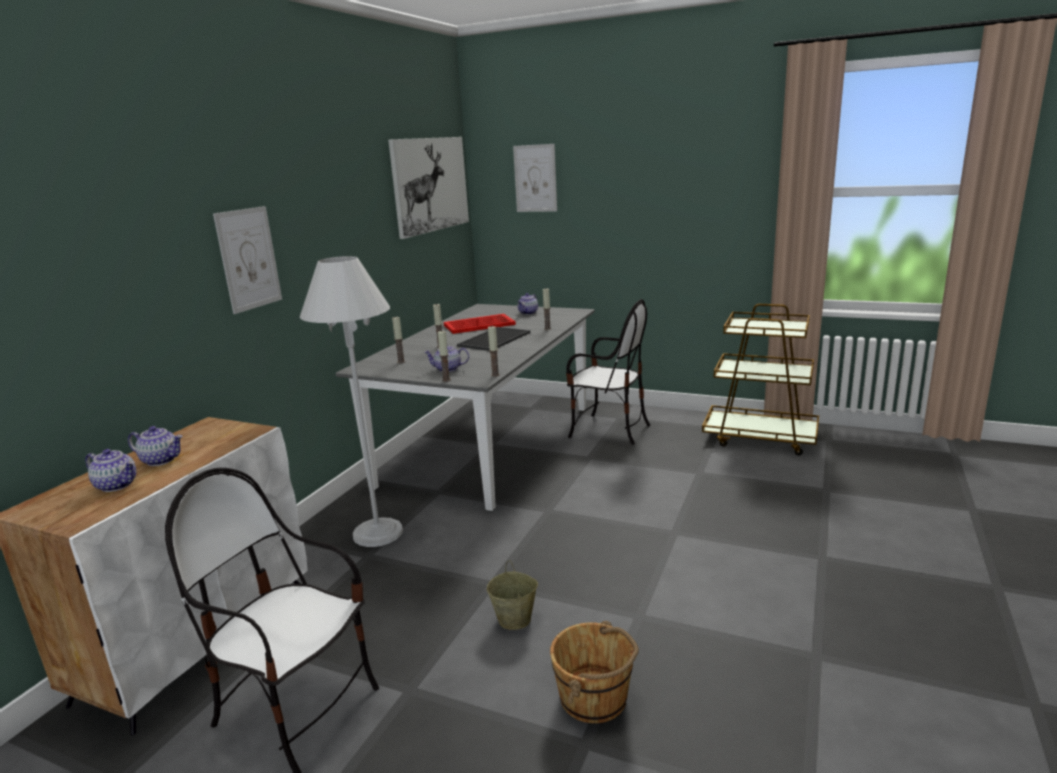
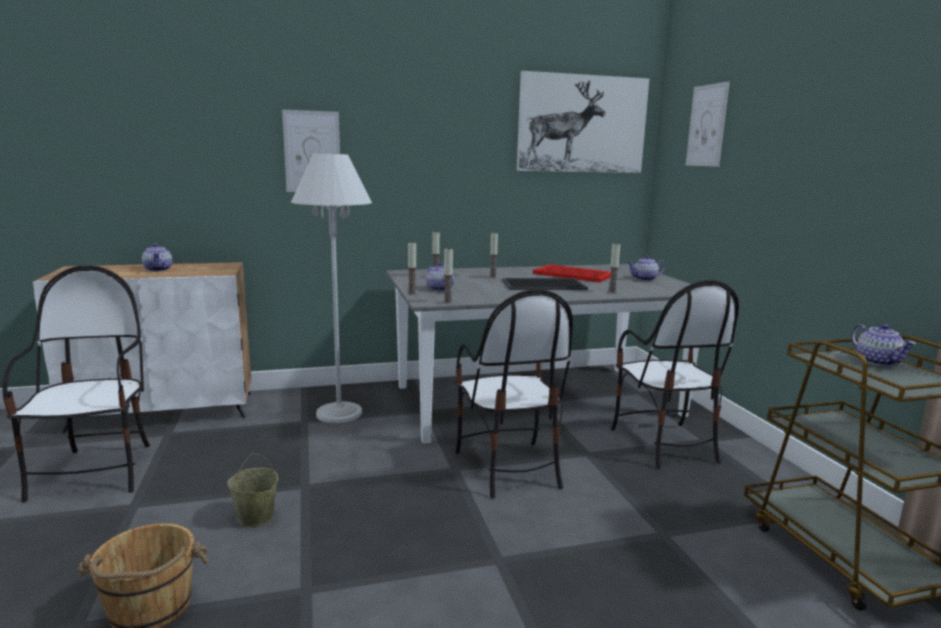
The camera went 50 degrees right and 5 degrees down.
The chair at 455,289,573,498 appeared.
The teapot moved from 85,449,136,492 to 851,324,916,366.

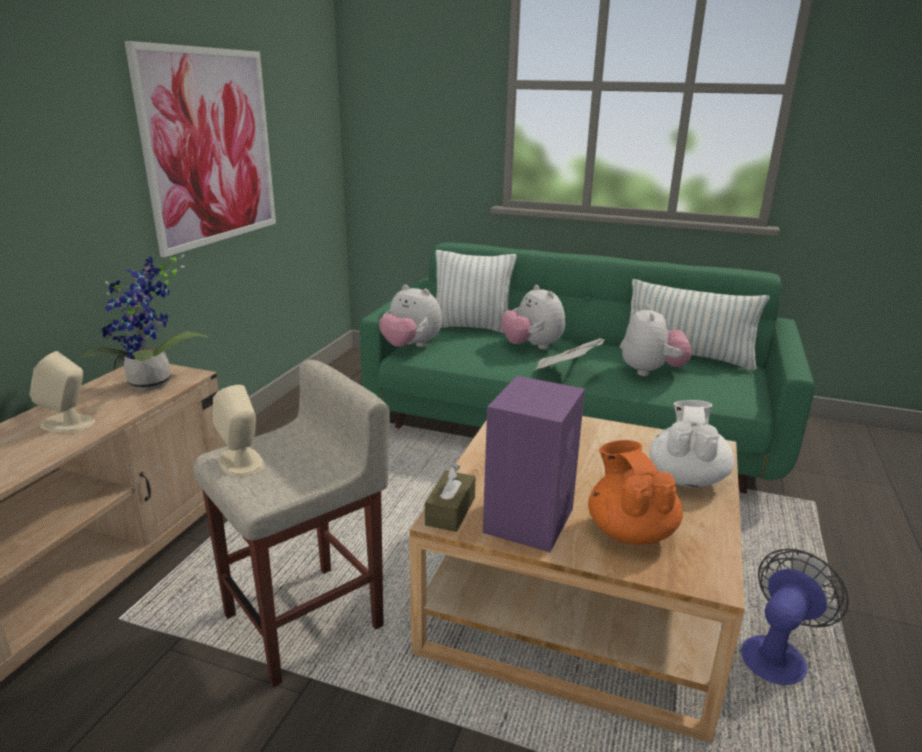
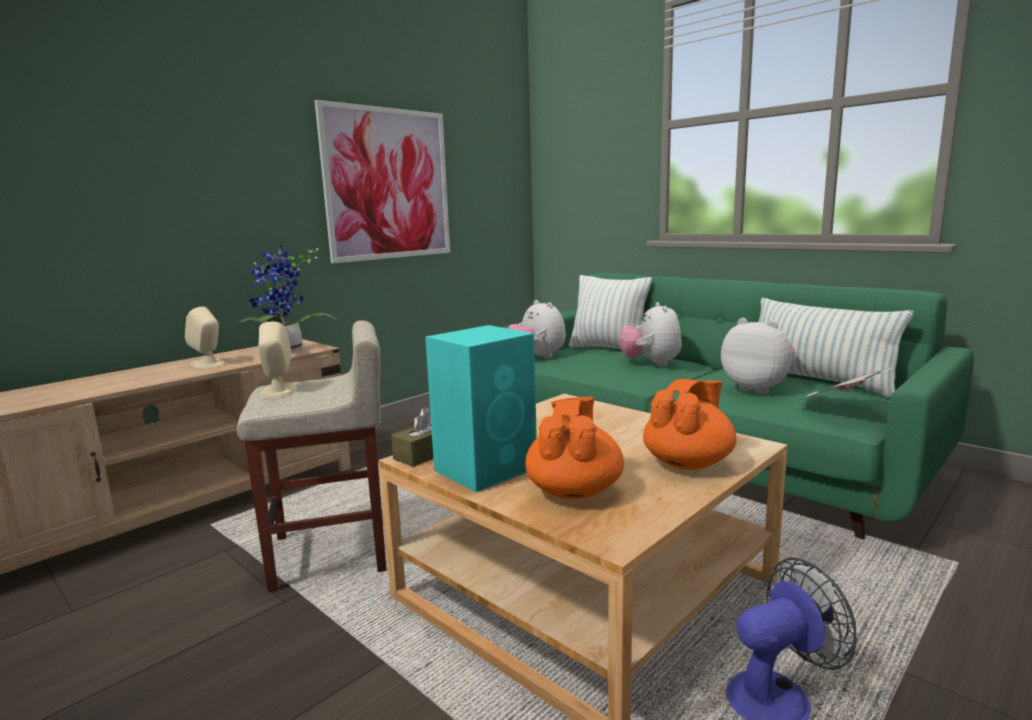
The camera went 25 degrees right and 10 degrees down.
The purple speaker at 483,376,585,552 became the turquoise speaker at 425,325,537,492.
The white teapot at 649,400,734,487 became the orange teapot at 643,379,737,470.
The plush toy at 622,304,691,376 turned 75 degrees counterclockwise.
The newspaper moved from 535,338,604,370 to 797,366,894,401.

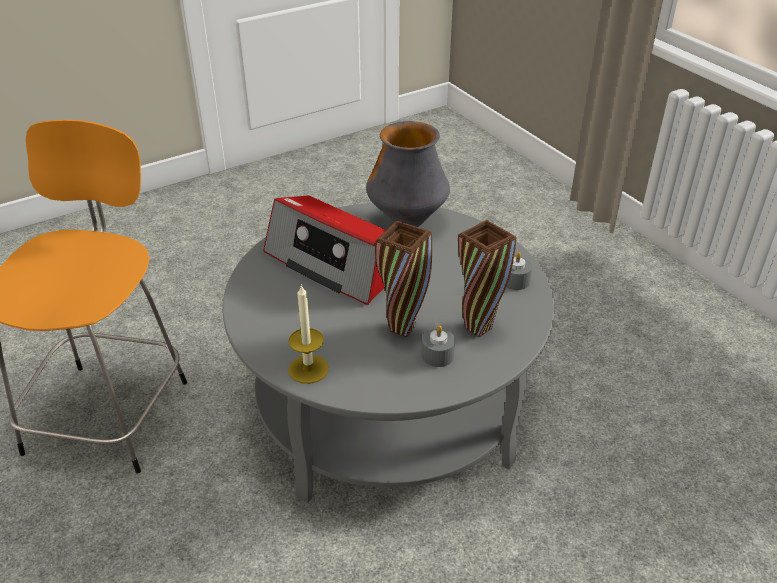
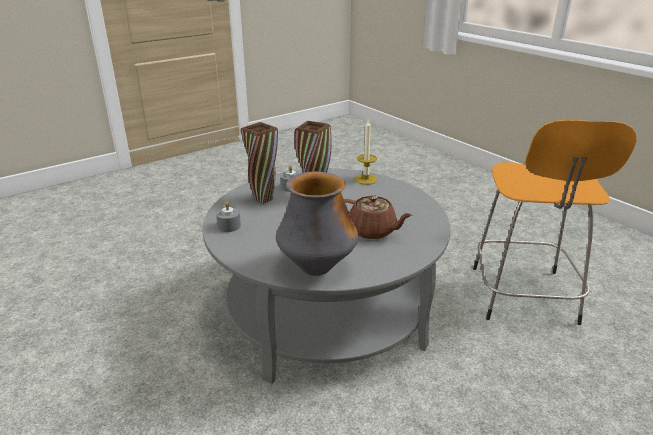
The camera went 175 degrees right and 10 degrees down.
The radio at 263,195,386,305 was replaced by the brown teapot at 344,195,412,239.

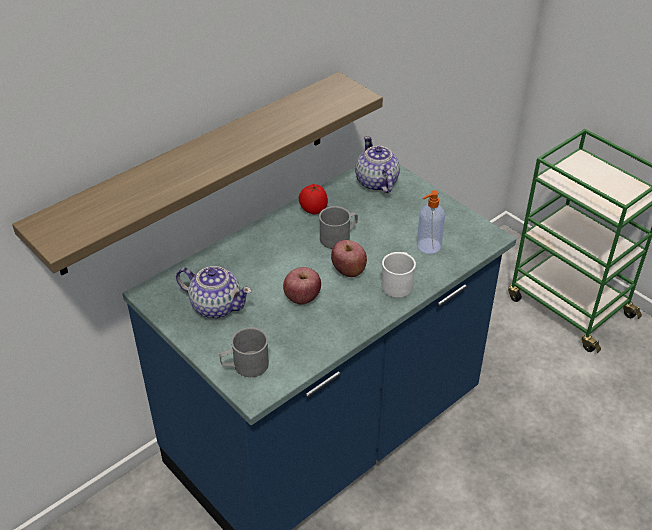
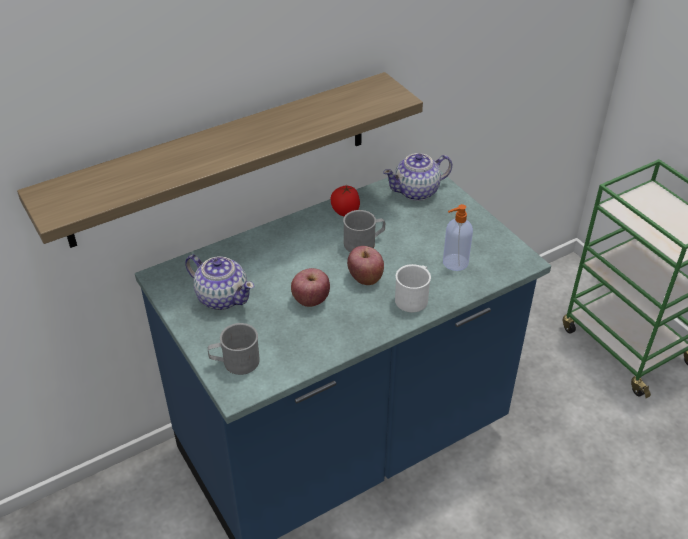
The camera went 10 degrees right and 0 degrees up.
The teapot at 355,136,400,193 turned 105 degrees counterclockwise.

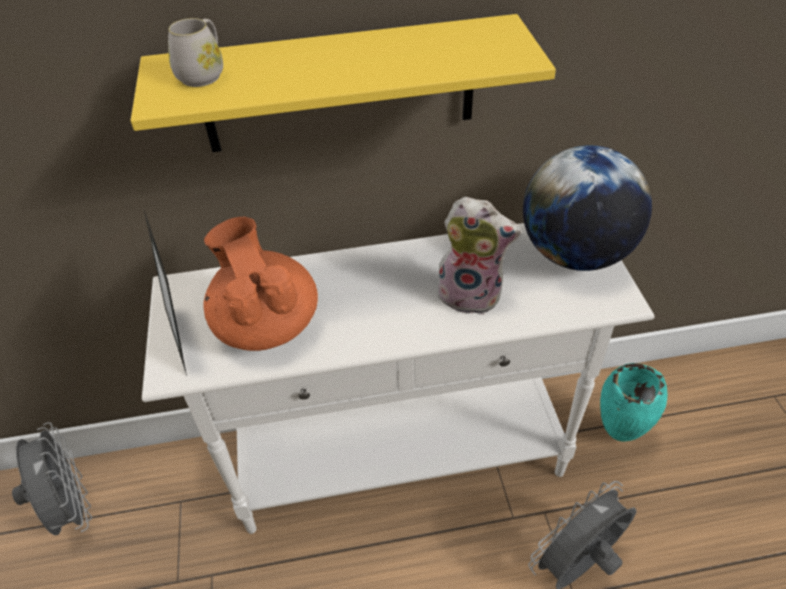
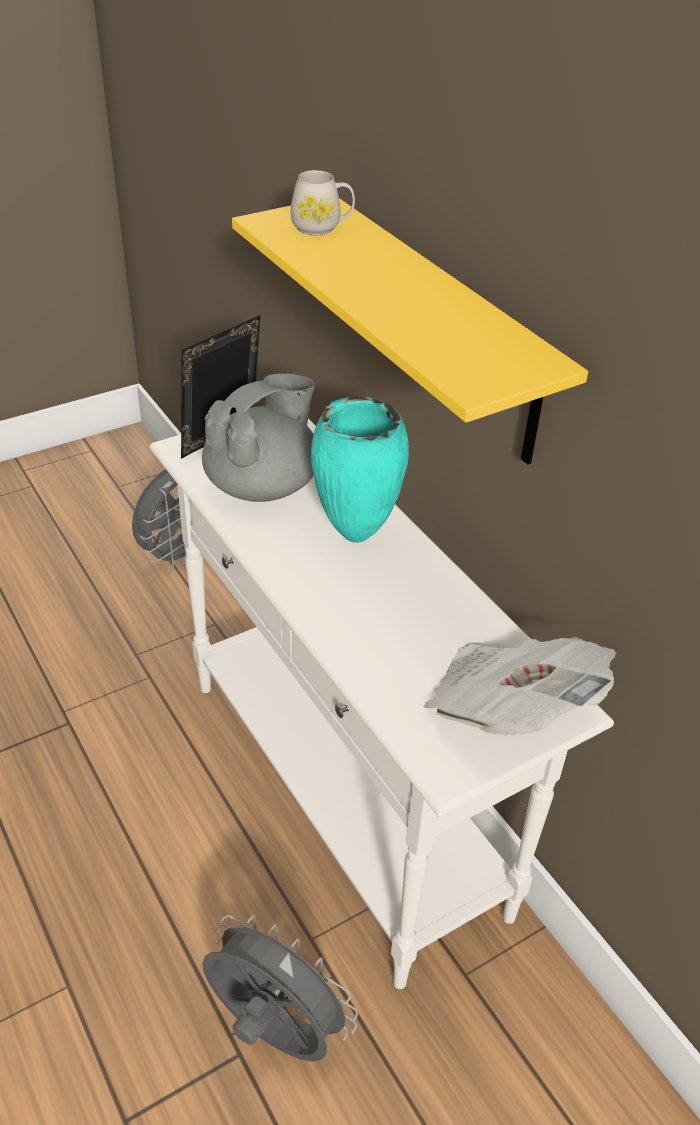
The camera went 65 degrees right and 5 degrees down.
The orange teapot at 203,217,318,351 became the grey teapot at 202,373,315,502.
The turquoise vase moved from 600,363,668,442 to 311,397,409,543.
The globe at 523,145,652,271 was replaced by the newspaper at 424,637,617,735.
The plush toy at 437,197,521,315 disappeared.

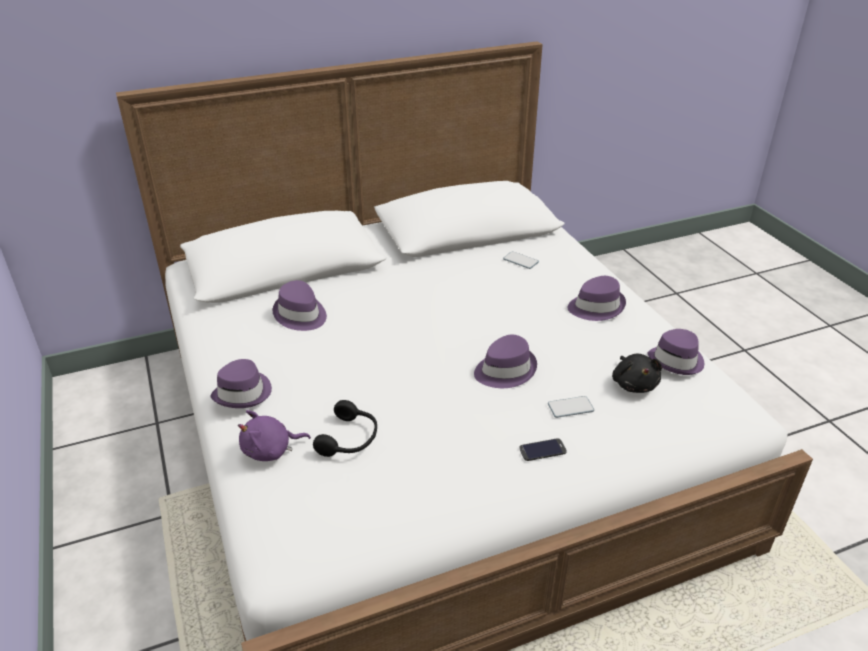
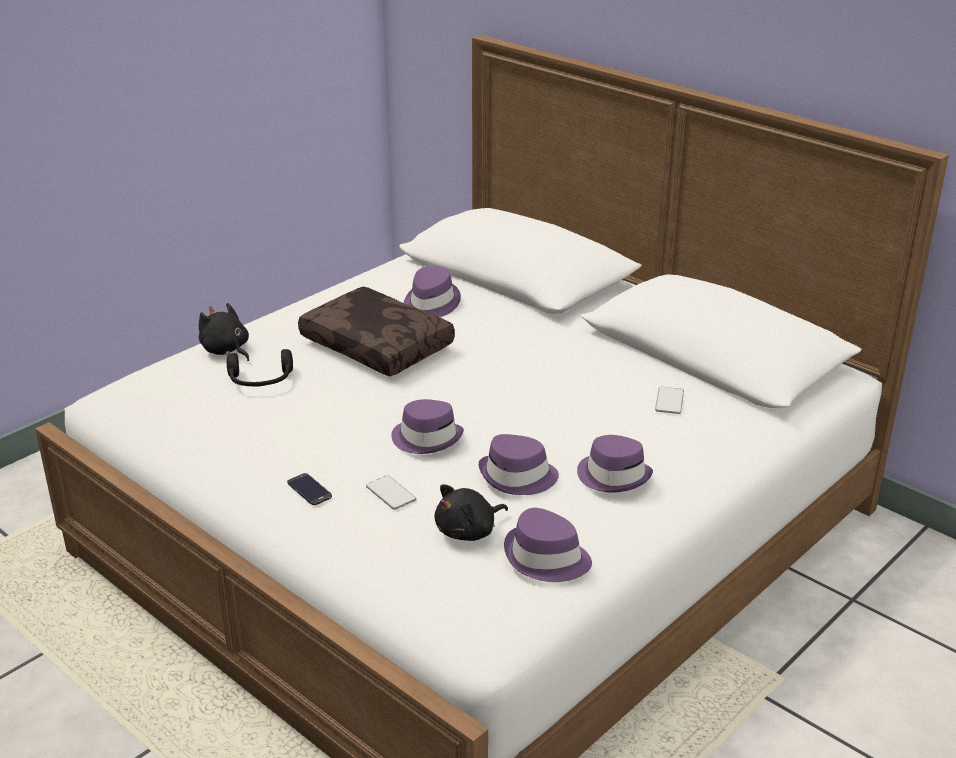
The camera went 65 degrees right and 5 degrees down.
The purple plush toy at 238,410,311,461 became the black plush toy at 199,303,249,361.
The brown pillow at 298,287,455,377 appeared.
The purple hat moved from 211,359,272,408 to 479,434,559,495.

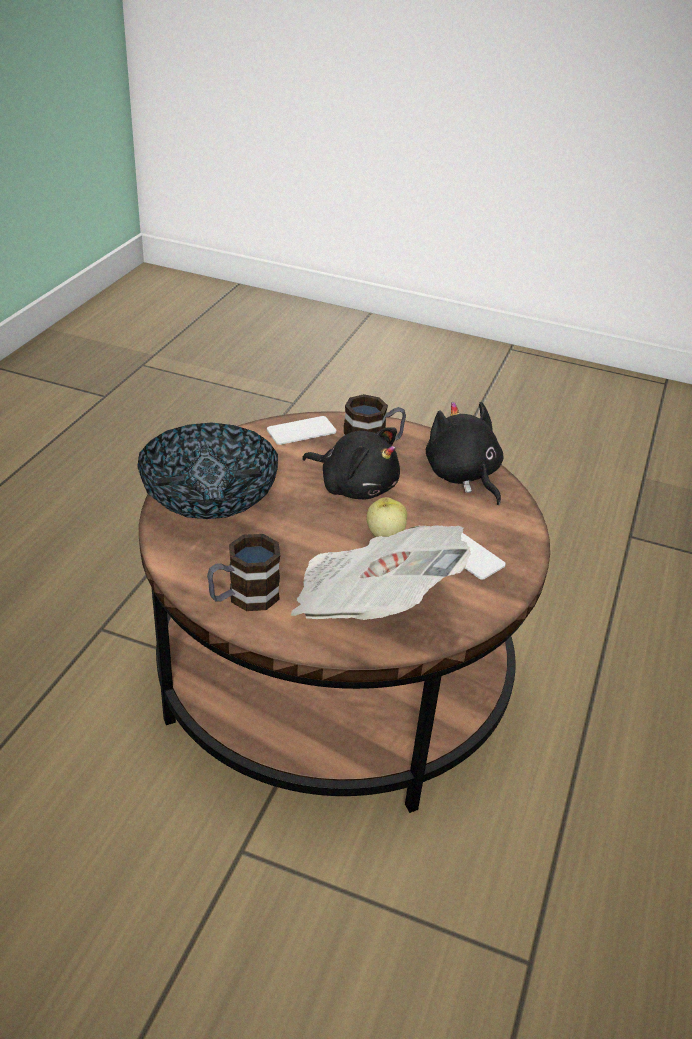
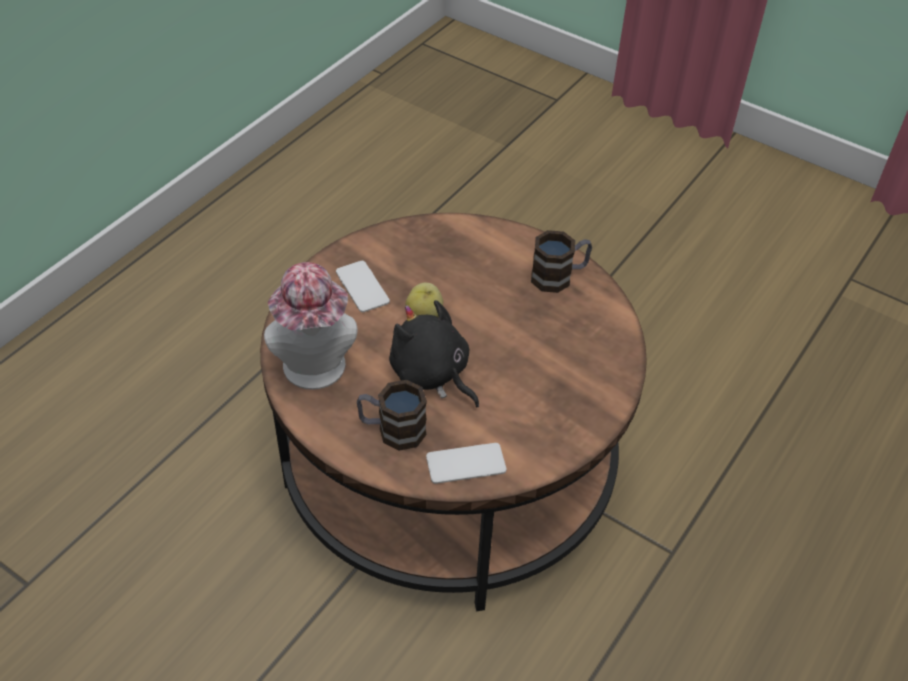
The camera went 165 degrees left and 10 degrees up.
The black plush toy at 426,402,503,505 was replaced by the hat at 264,262,358,390.
The bowl at 137,422,278,519 disappeared.
The newspaper at 291,525,471,620 disappeared.

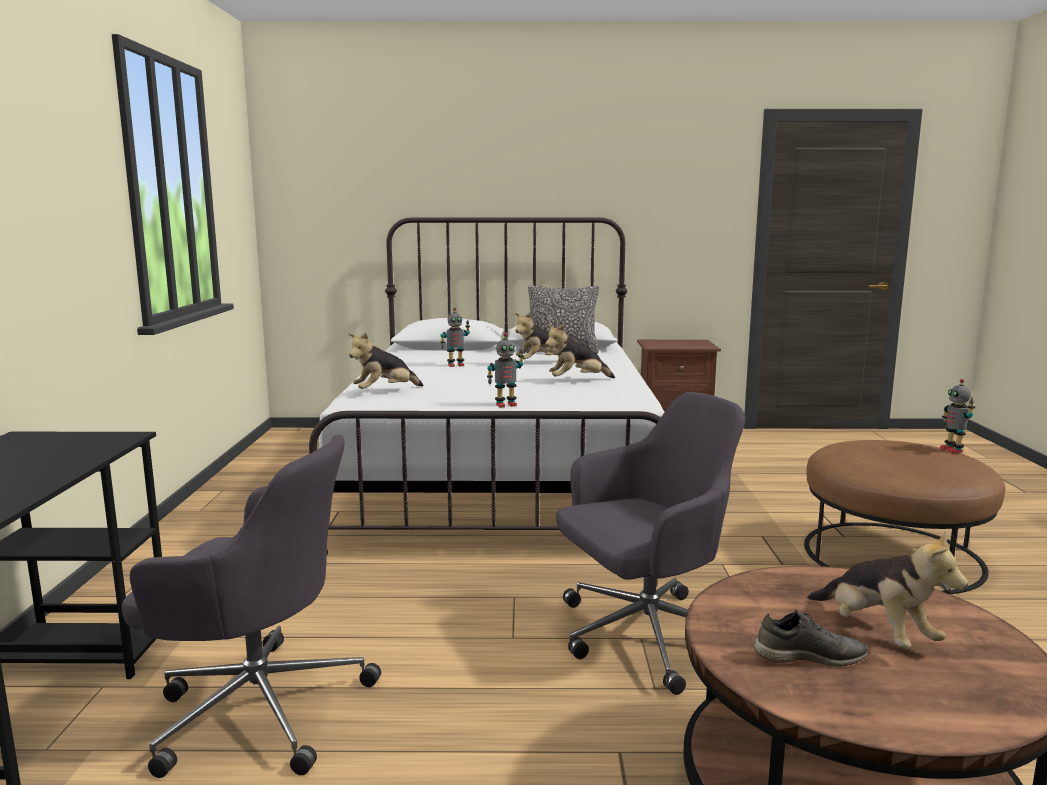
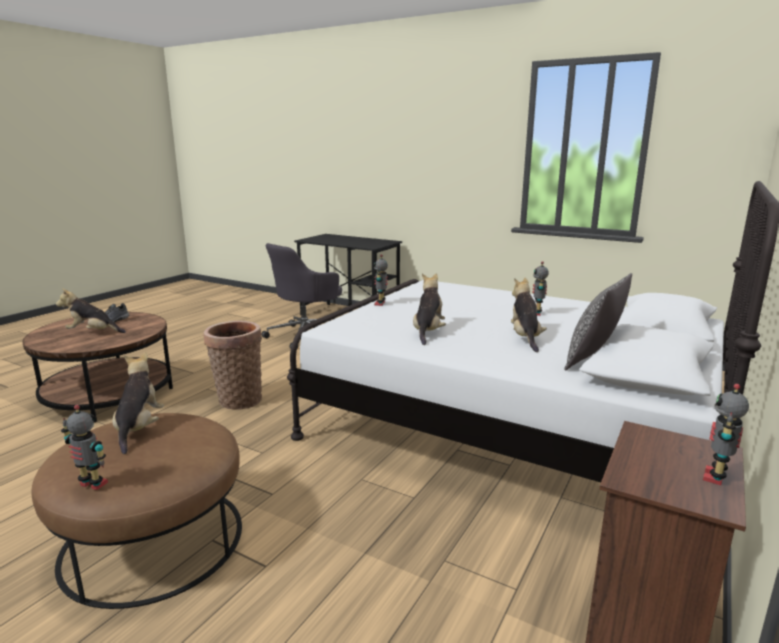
The camera went 120 degrees right and 5 degrees up.
The plush toy moved from 349,332,423,389 to 112,352,164,454.
The grey office chair at 556,392,745,695 was replaced by the basket at 203,321,262,410.
The toy robot at 703,384,749,485 appeared.

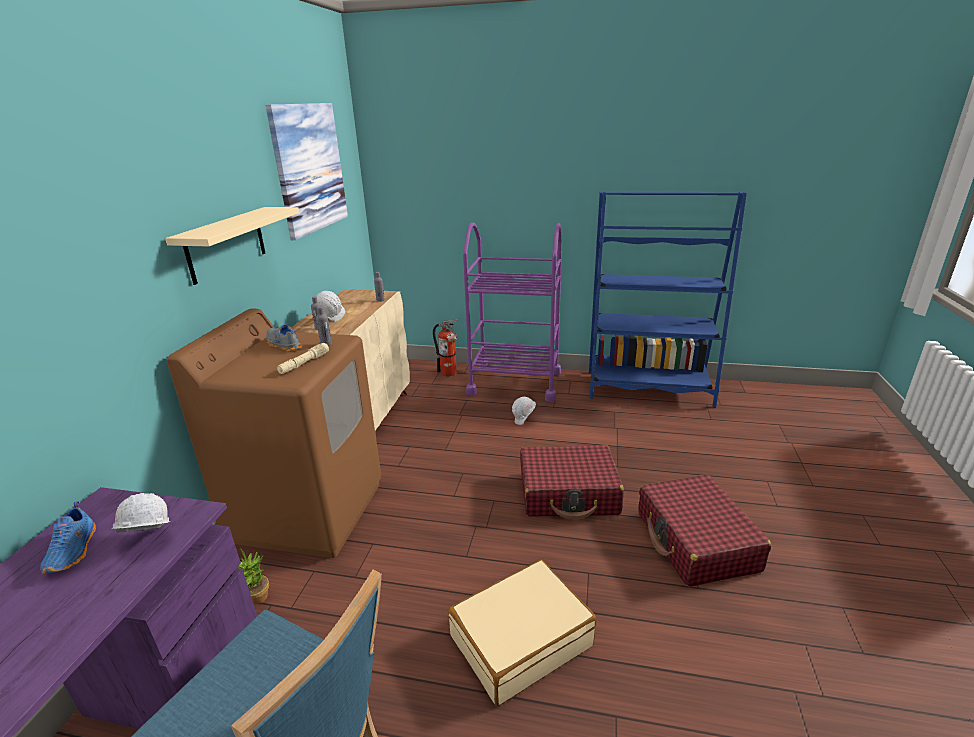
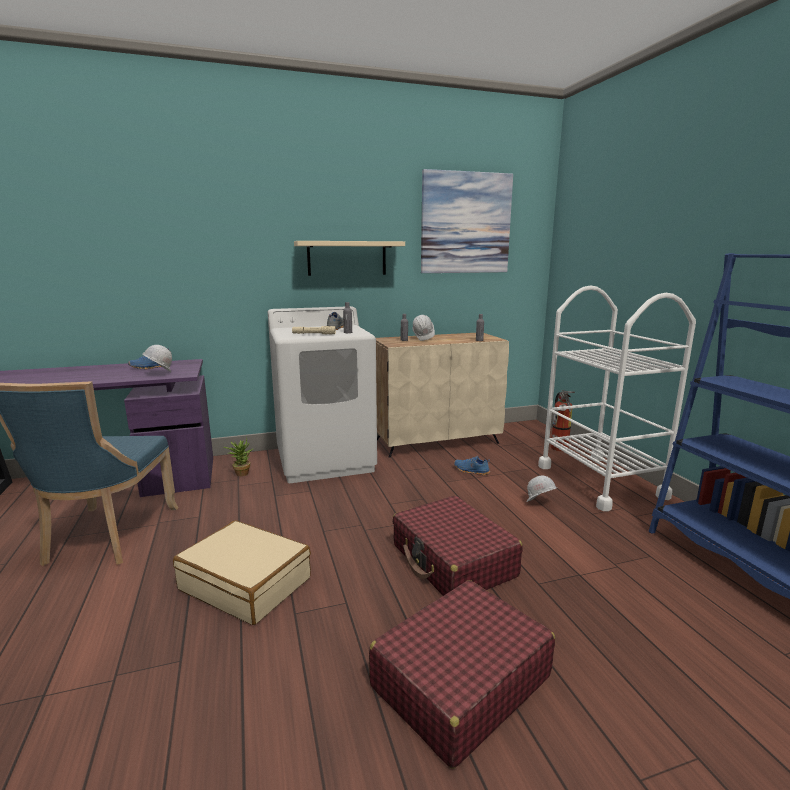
The camera went 60 degrees right and 10 degrees down.
The brown washing machine at 167,308,381,558 became the white washing machine at 268,306,377,483.
The blue shoe at 454,456,490,475 appeared.
The purple cart at 463,223,562,402 became the white cart at 538,285,696,511.

